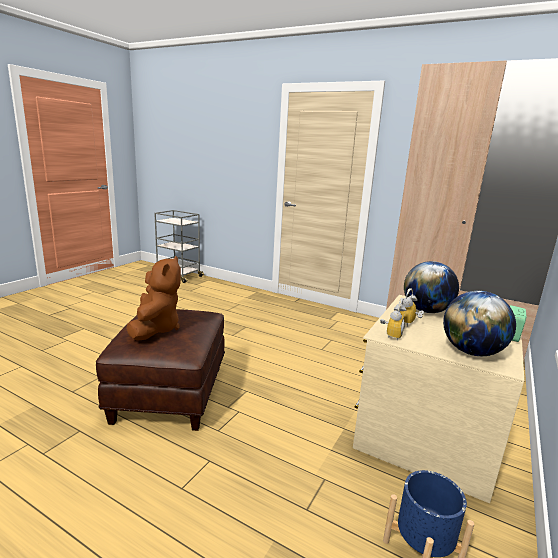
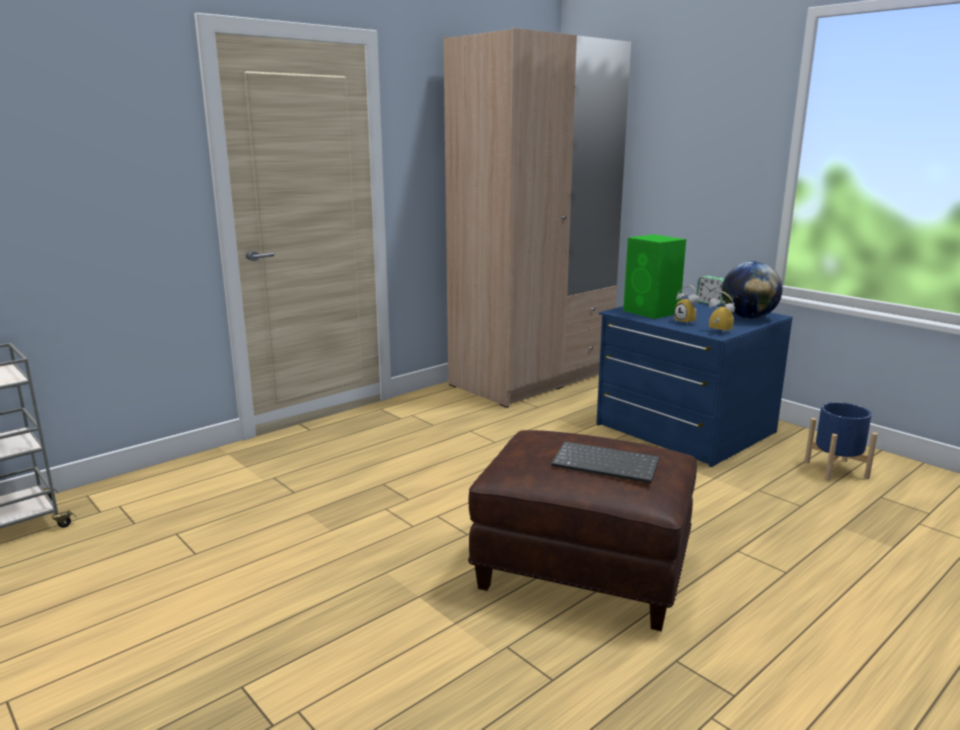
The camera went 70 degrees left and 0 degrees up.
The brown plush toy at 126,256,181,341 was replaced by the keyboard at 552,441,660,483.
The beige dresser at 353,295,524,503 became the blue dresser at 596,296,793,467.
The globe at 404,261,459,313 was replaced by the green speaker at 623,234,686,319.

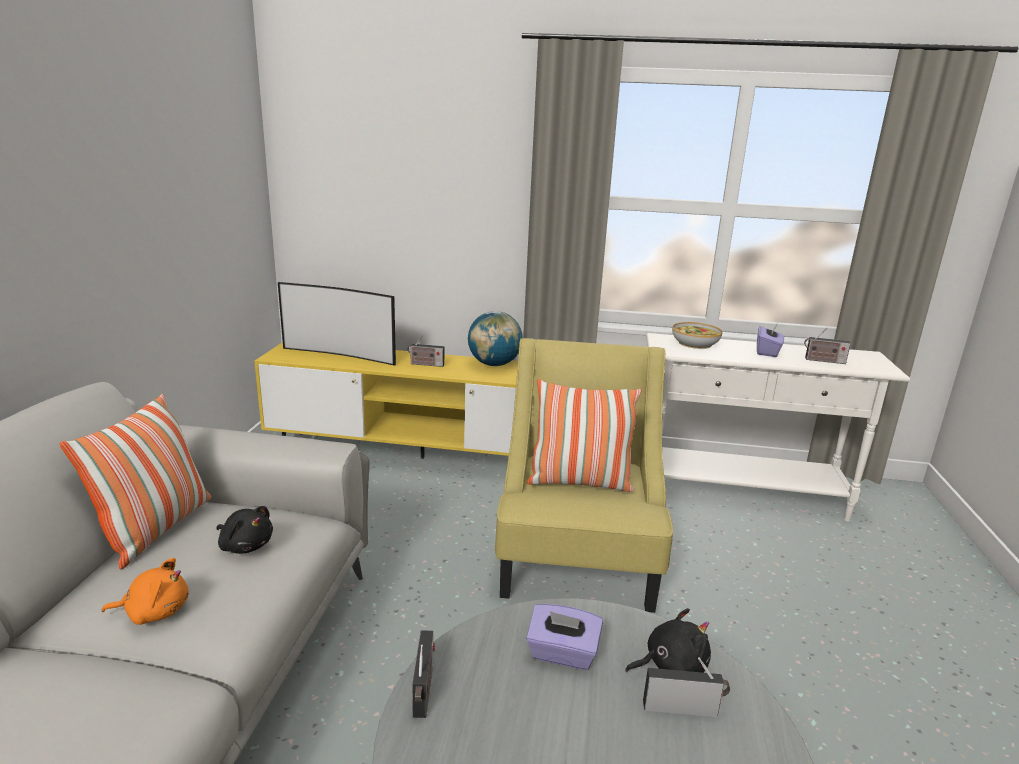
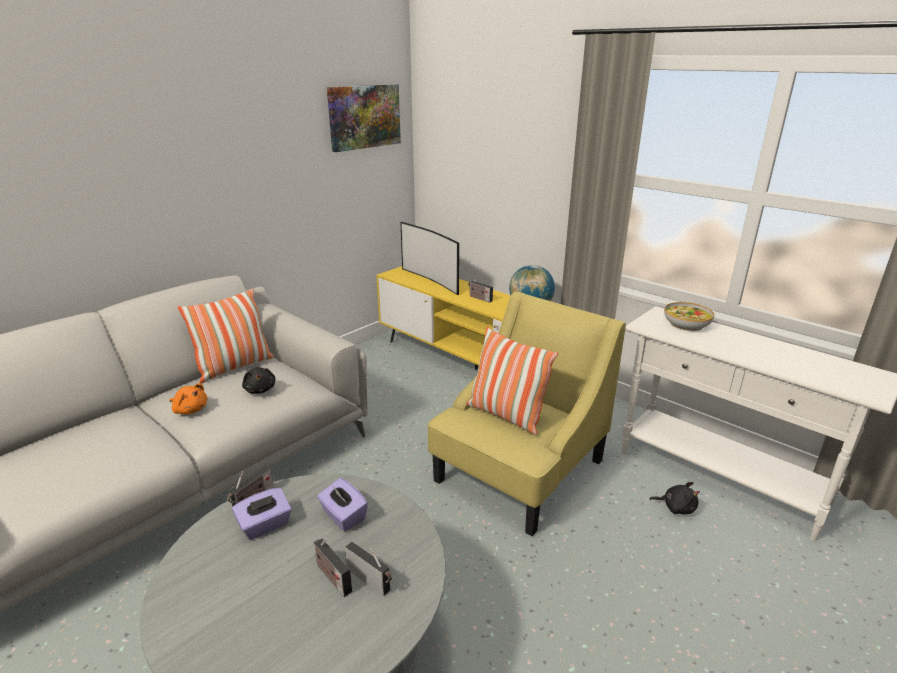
The camera went 35 degrees right and 5 degrees up.
The purple tissue box moved from 757,324,784,357 to 232,488,291,540.
The radio moved from 804,328,851,364 to 314,538,352,597.
The picture at 327,84,401,152 appeared.
The black plush toy moved from 625,608,711,673 to 649,482,700,514.

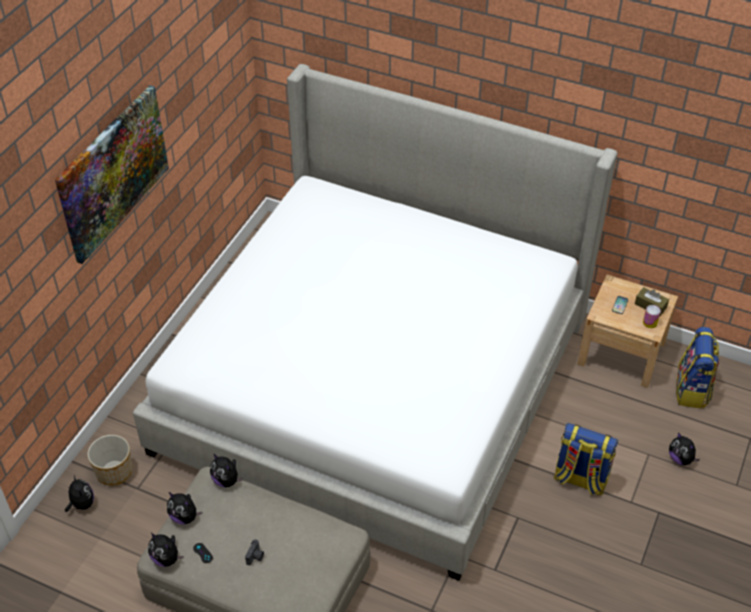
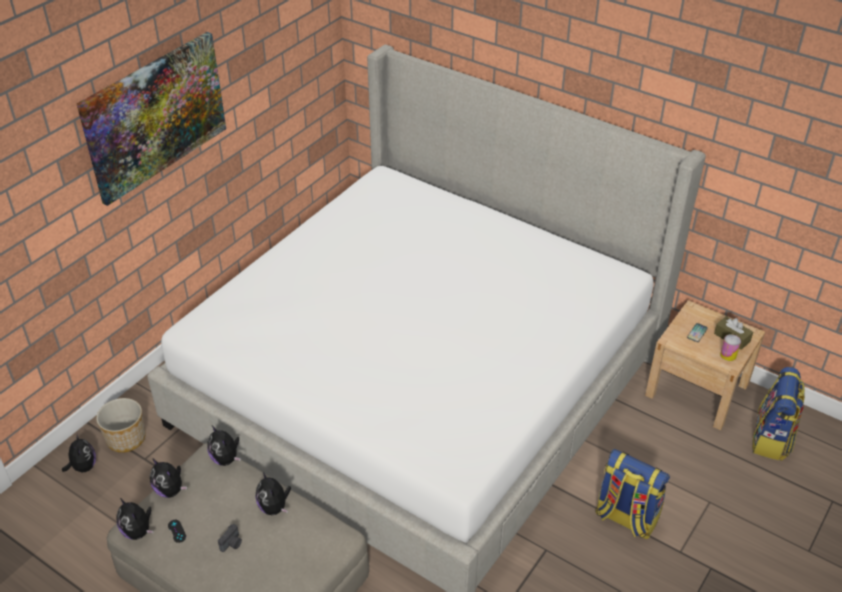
The camera went 10 degrees right and 5 degrees down.
The plush toy moved from 669,432,700,465 to 256,472,291,515.

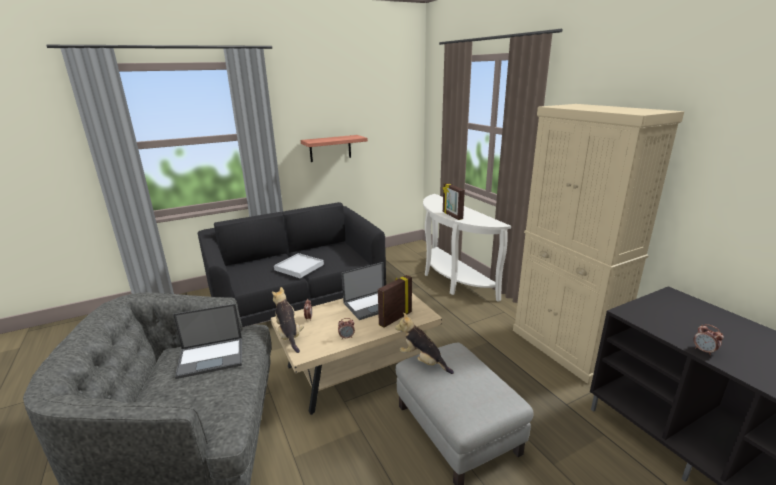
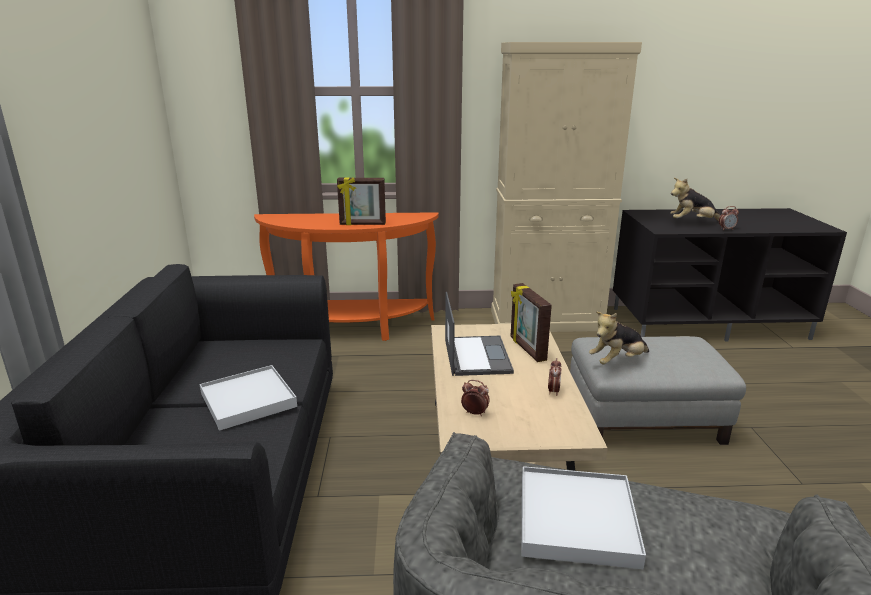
The camera went 65 degrees left and 0 degrees up.
The white console table at 423,194,511,301 became the orange console table at 254,212,439,341.
The laptop at 173,304,242,379 was replaced by the white tray at 522,466,646,569.
The plush toy moved from 272,287,304,353 to 670,178,721,221.
The shelf at 301,135,368,162 disappeared.

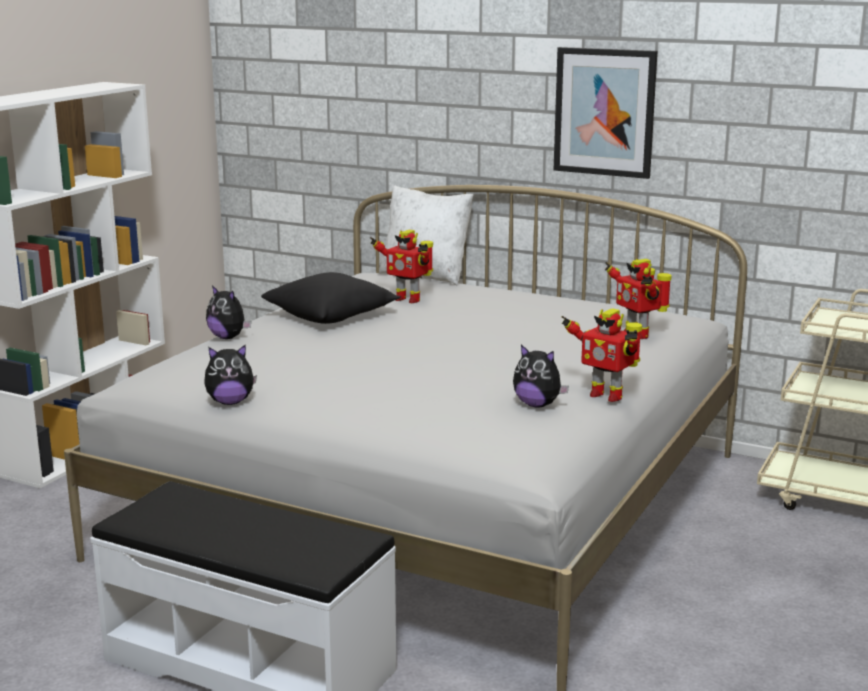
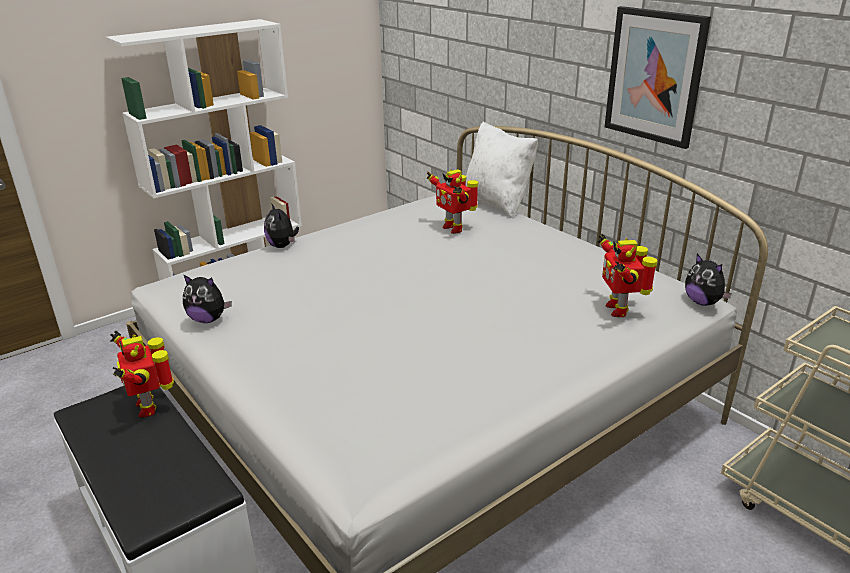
The camera went 25 degrees right and 10 degrees up.
The toy robot moved from 562,308,642,402 to 110,331,174,417.
The plush toy moved from 513,345,569,407 to 685,254,732,306.
The black pillow at 261,272,401,324 disappeared.

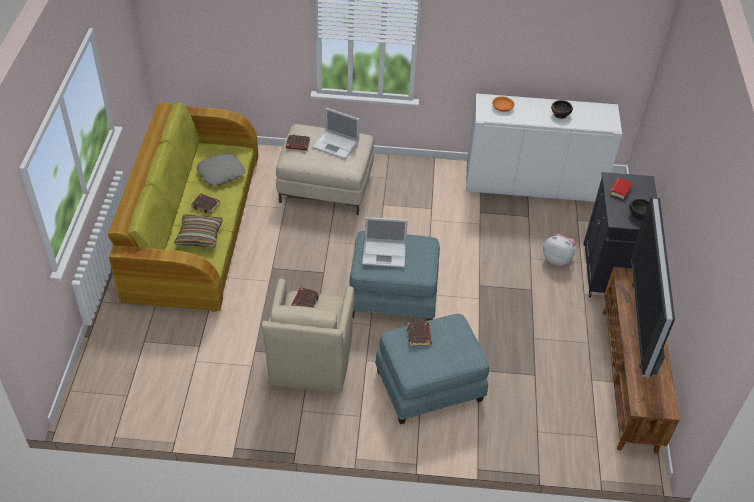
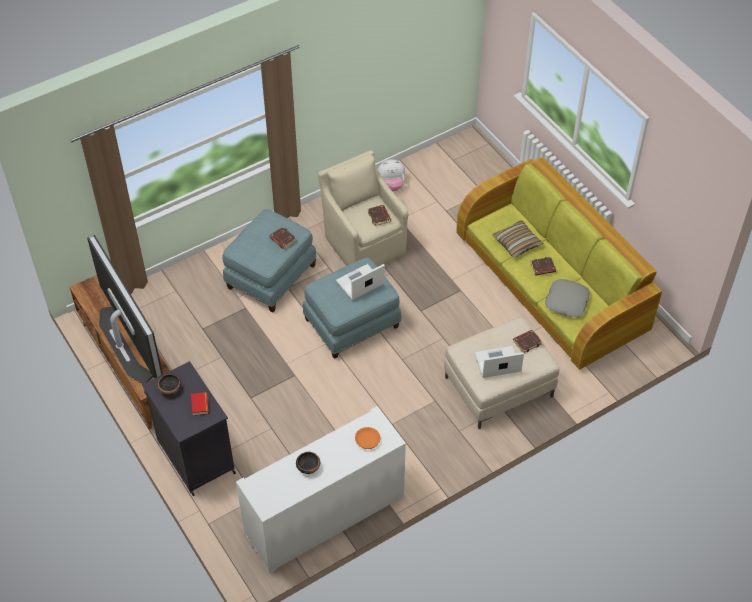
The camera went 145 degrees right and 5 degrees up.
The plush toy moved from 543,234,576,265 to 378,159,405,191.

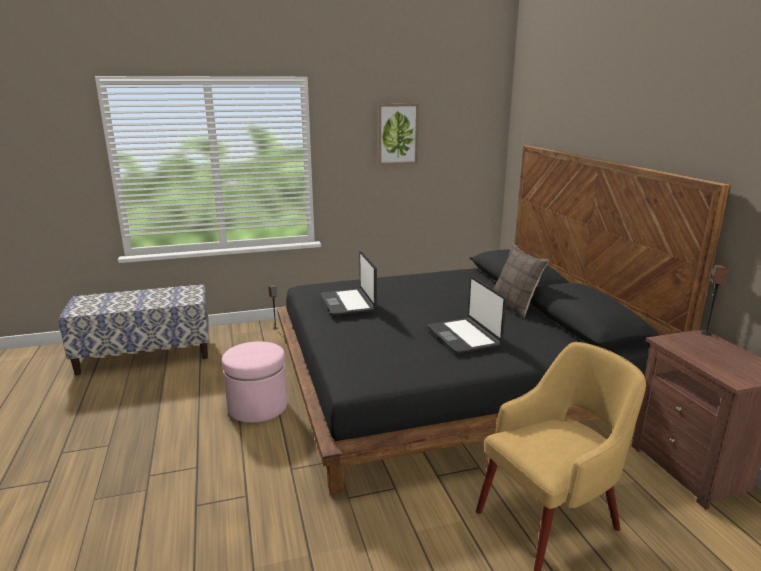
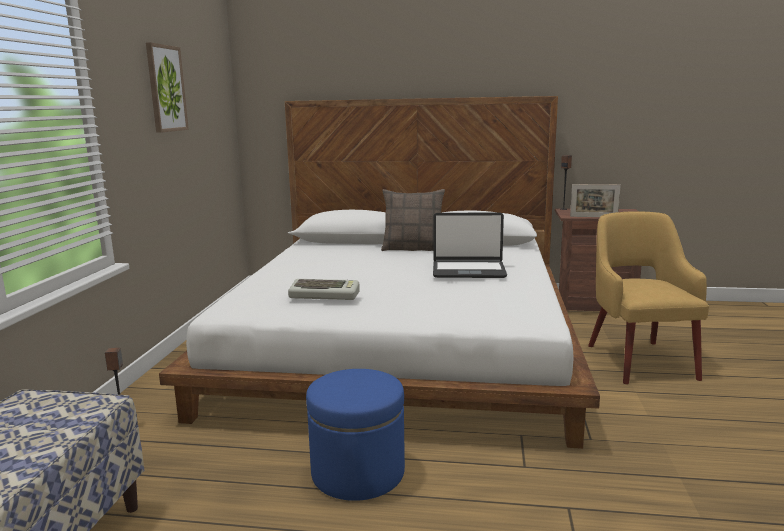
The camera went 65 degrees left and 5 degrees down.
The black bed at 277,145,731,495 became the white bed at 159,96,600,449.
The laptop at 321,251,377,315 was replaced by the keyboard at 288,279,360,300.
The pink ottoman at 222,341,288,423 became the blue ottoman at 306,369,405,501.
The picture frame at 570,184,621,217 appeared.

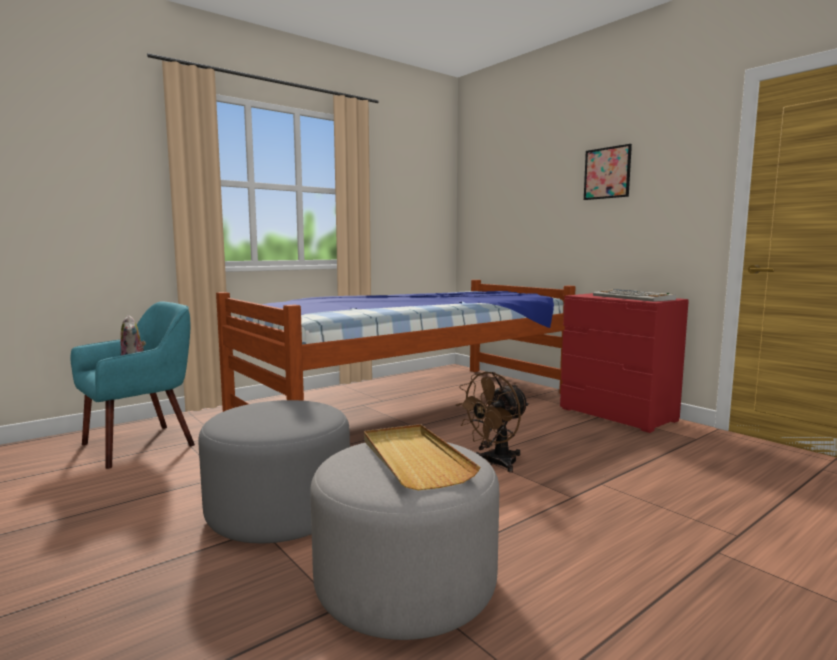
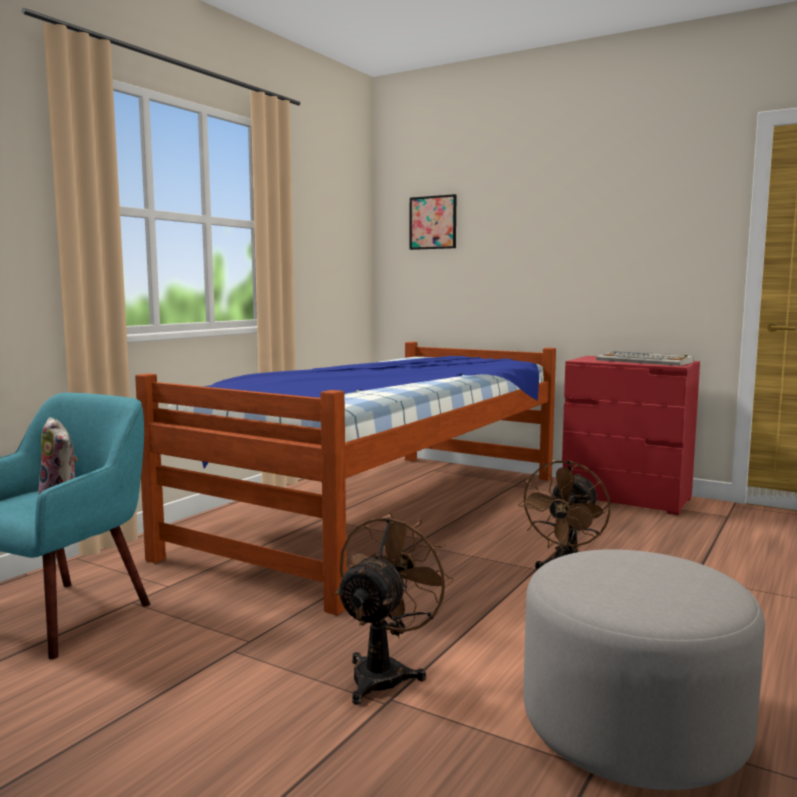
The camera went 20 degrees left and 0 degrees up.
The grey ottoman at 198,400,350,543 was replaced by the brown fan at 335,512,454,705.
The picture moved from 584,144,632,200 to 410,194,456,250.
The beige tray at 364,424,480,490 disappeared.

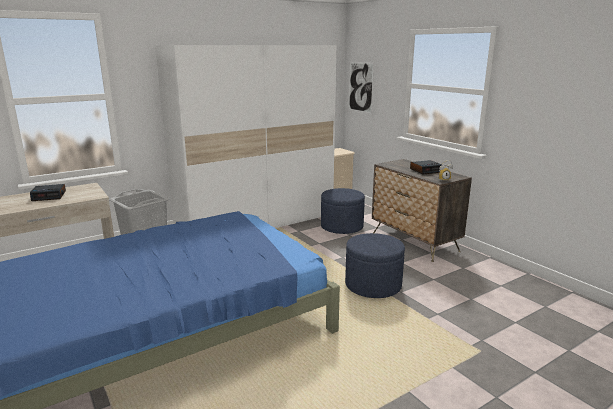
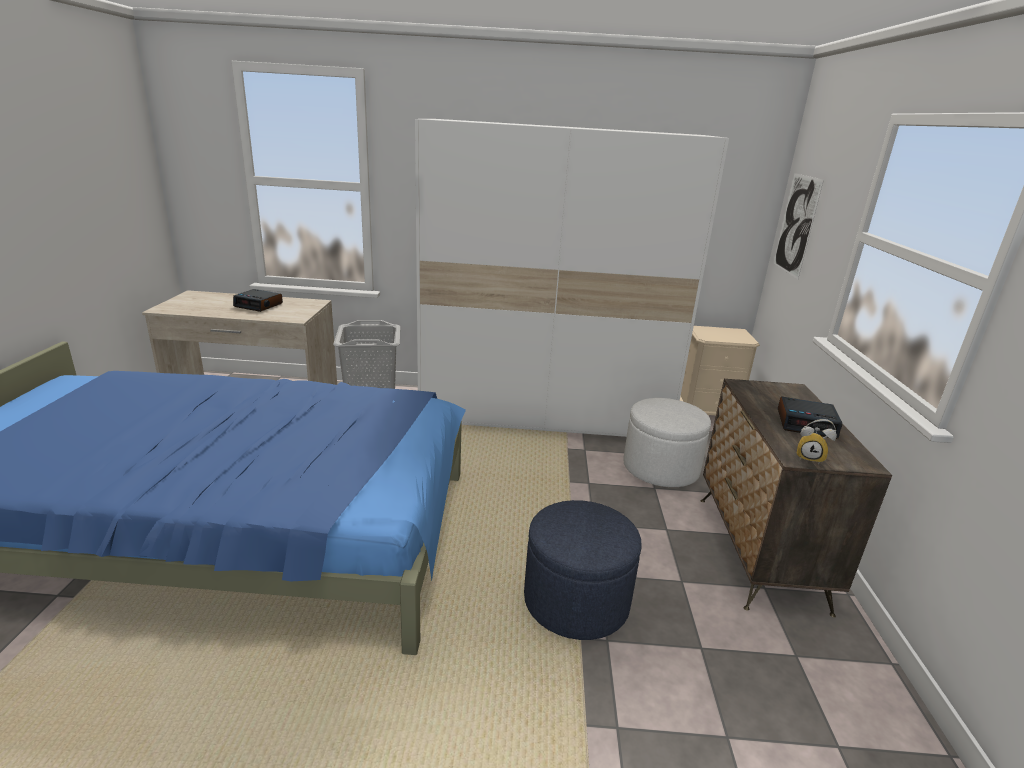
The camera went 35 degrees right and 5 degrees up.
The blue ottoman at 321,188,365,234 became the white ottoman at 623,398,711,487.

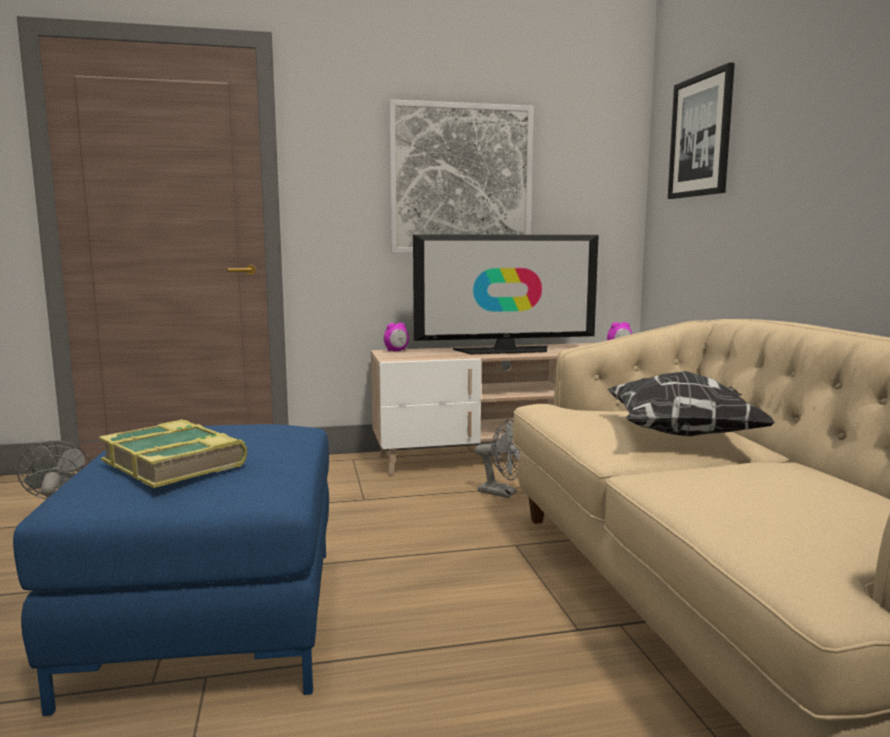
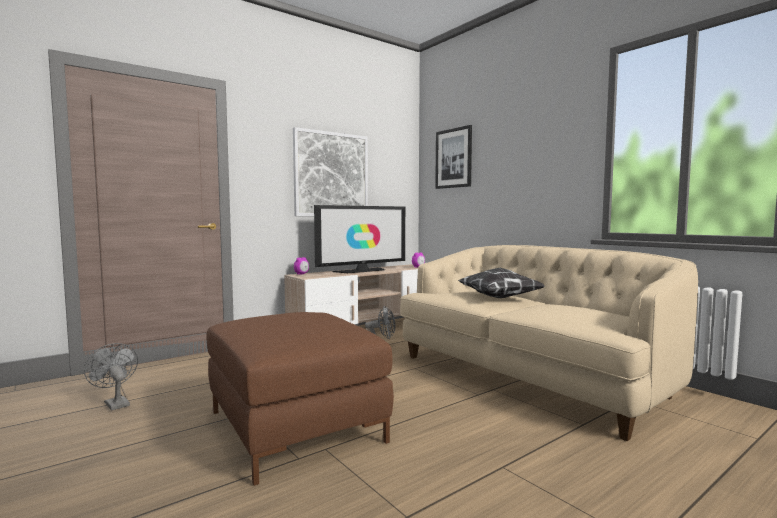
The camera went 25 degrees left and 5 degrees down.
The blue ottoman at 13,424,329,716 became the brown ottoman at 206,312,394,486.
The book at 99,419,248,488 disappeared.

